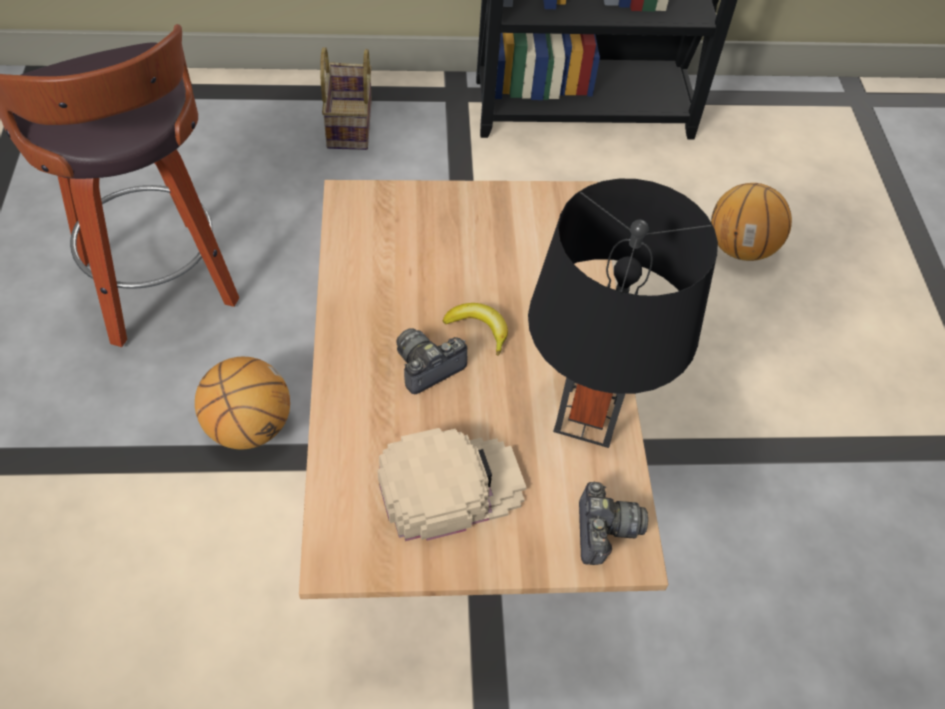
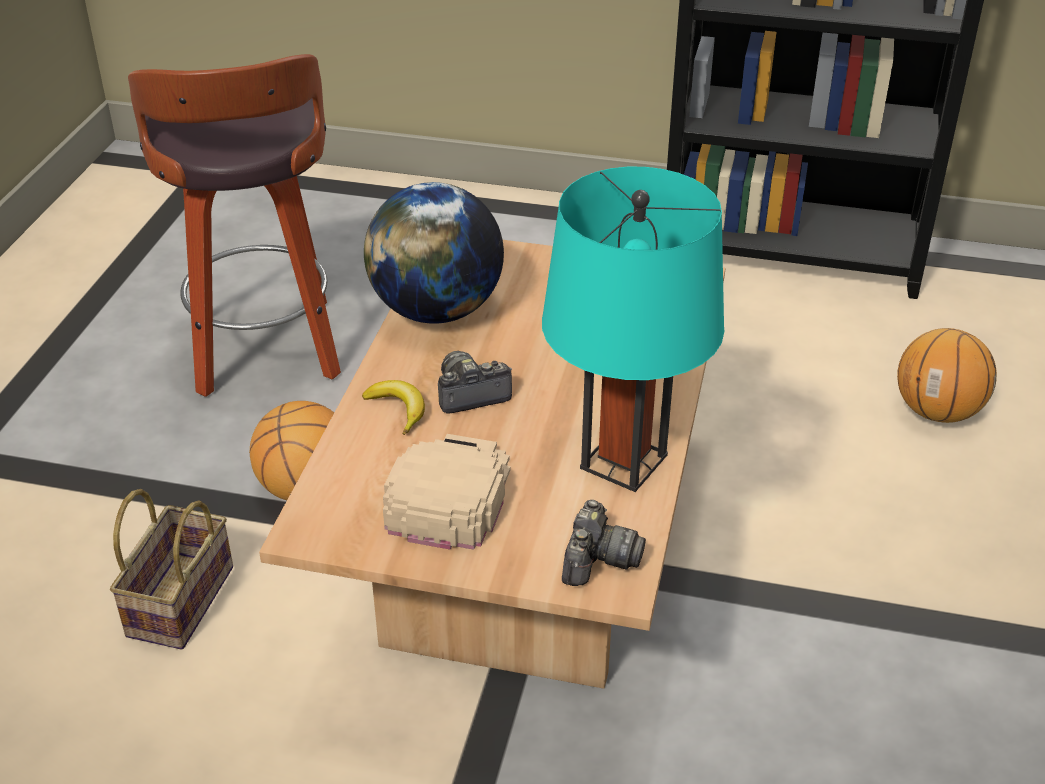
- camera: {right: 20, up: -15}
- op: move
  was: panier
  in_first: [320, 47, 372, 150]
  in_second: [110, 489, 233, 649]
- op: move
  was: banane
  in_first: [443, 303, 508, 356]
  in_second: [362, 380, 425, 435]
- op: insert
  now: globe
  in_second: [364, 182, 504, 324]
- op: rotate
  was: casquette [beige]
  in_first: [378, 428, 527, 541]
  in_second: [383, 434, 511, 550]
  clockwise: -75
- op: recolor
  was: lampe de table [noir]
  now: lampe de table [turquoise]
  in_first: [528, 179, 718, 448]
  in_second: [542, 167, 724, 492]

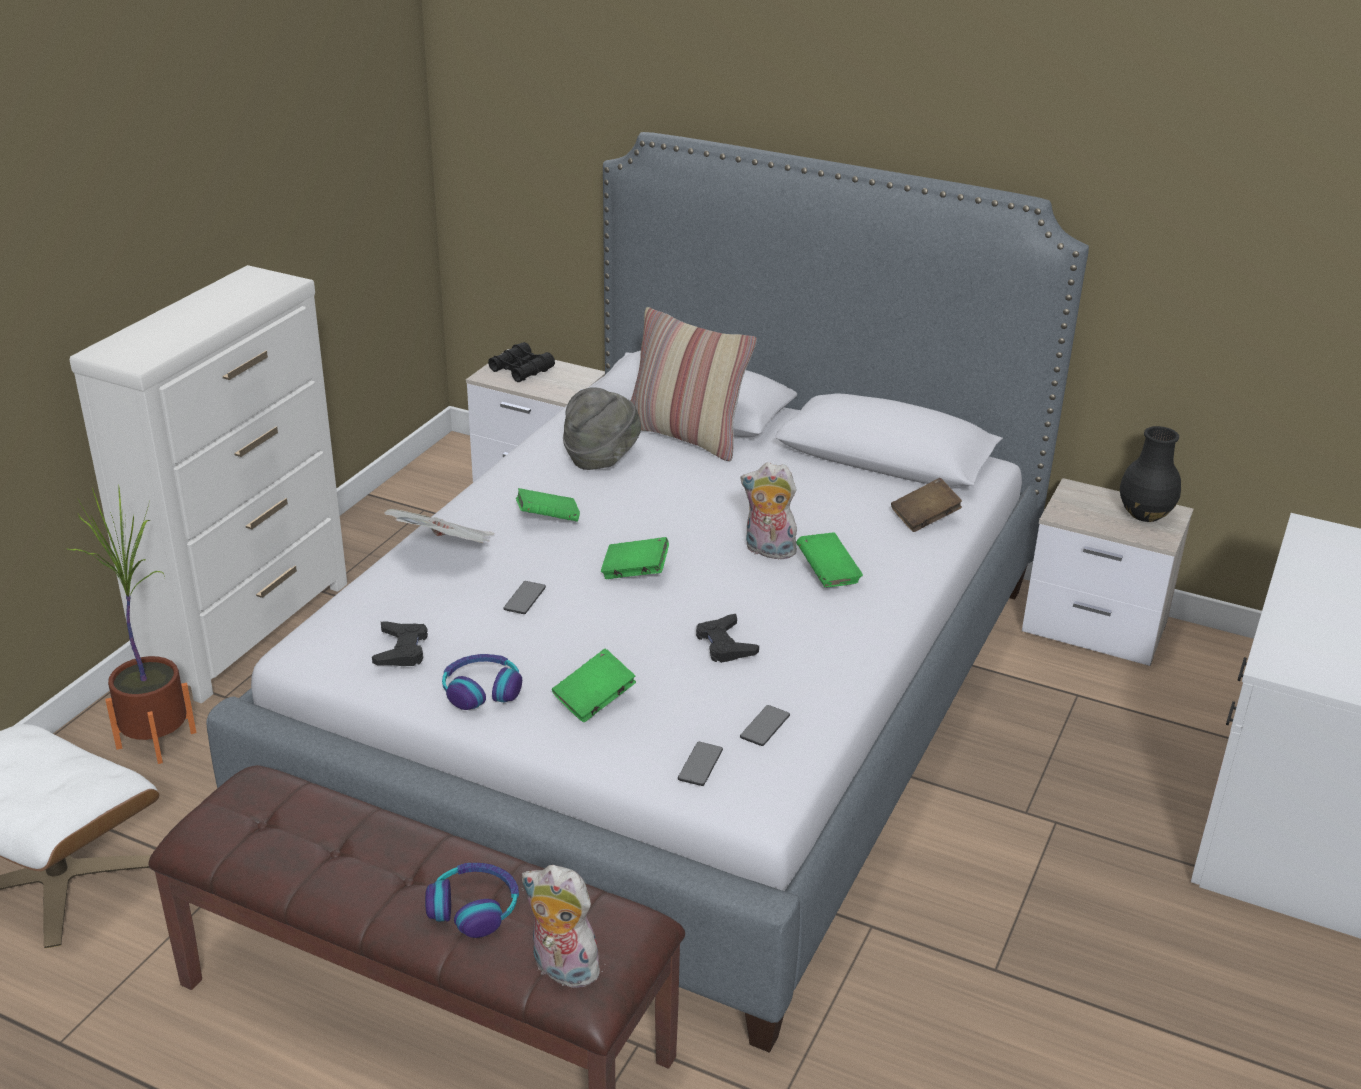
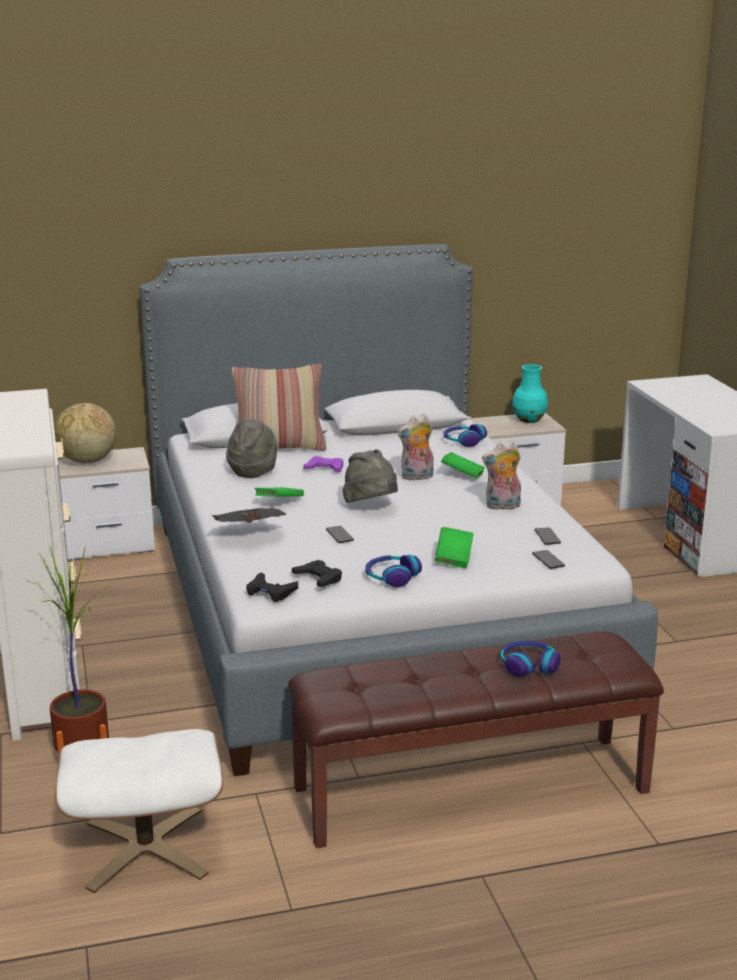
- camera: {right: -40, up: -10}
- op: replace
  was: jumelles [noir]
  now: globe
  in_first: [488, 342, 555, 382]
  in_second: [54, 403, 116, 463]
- op: move
  was: manette [noir]
  in_first: [696, 614, 759, 663]
  in_second: [246, 572, 298, 602]
- op: insert
  now: manette [violet]
  in_second: [303, 456, 343, 472]
- op: replace
  was: livre [vert]
  now: chapeau [gris]
  in_first: [601, 537, 669, 579]
  in_second: [343, 449, 398, 503]
- op: replace
  was: livre [marron]
  now: casque audio
  in_first: [891, 478, 962, 532]
  in_second: [443, 424, 487, 447]
- op: move
  was: peluche
  in_first: [522, 865, 608, 990]
  in_second: [482, 440, 521, 510]
- op: recolor
  was: vase [noir]
  now: vase [turquoise]
  in_first: [1120, 426, 1181, 522]
  in_second: [512, 364, 548, 423]

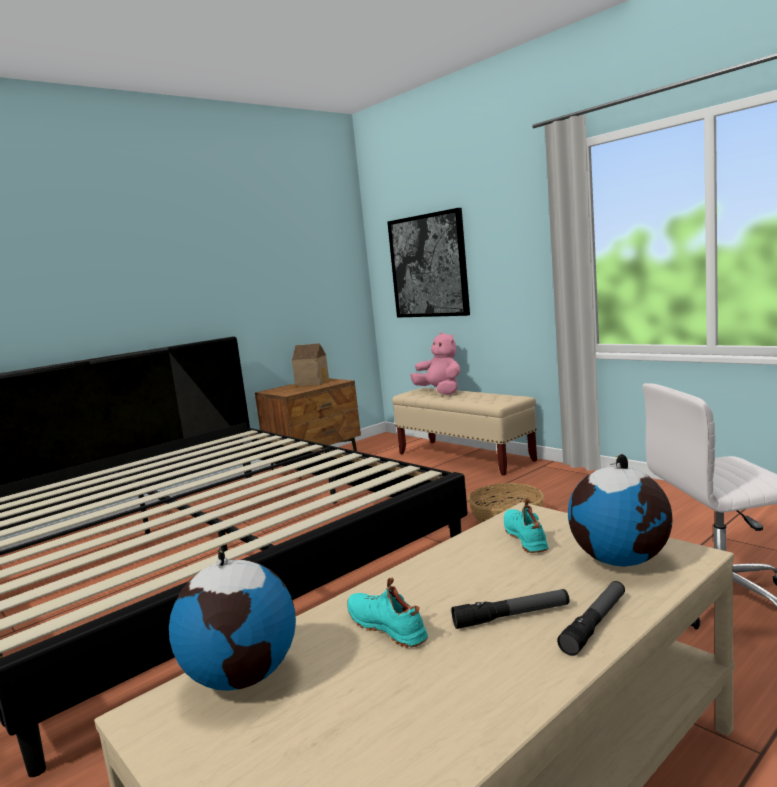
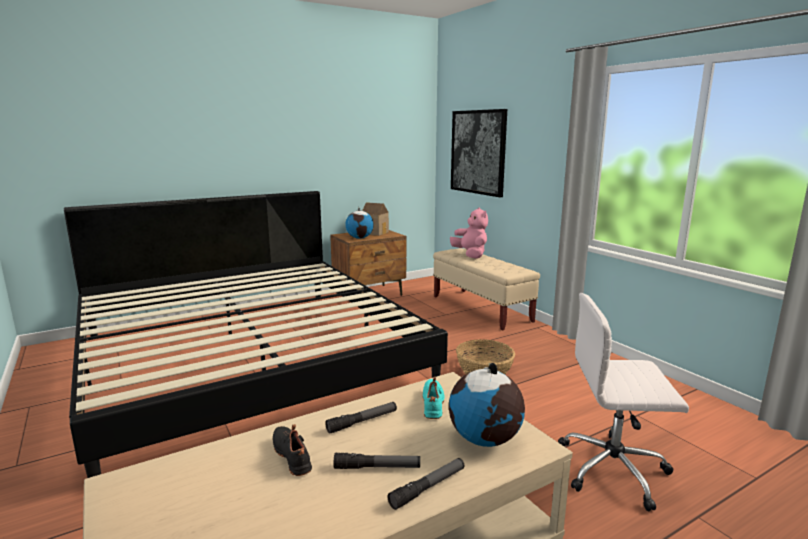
- camera: {right: 10, up: 5}
- op: recolor
  was: chaussure [turquoise]
  now: chaussure [noir]
  in_first: [347, 577, 428, 648]
  in_second: [273, 424, 312, 476]
- op: insert
  now: lampe de poche
  in_second: [325, 402, 397, 434]
- op: move
  was: globe
  in_first: [169, 547, 296, 691]
  in_second: [345, 207, 374, 239]

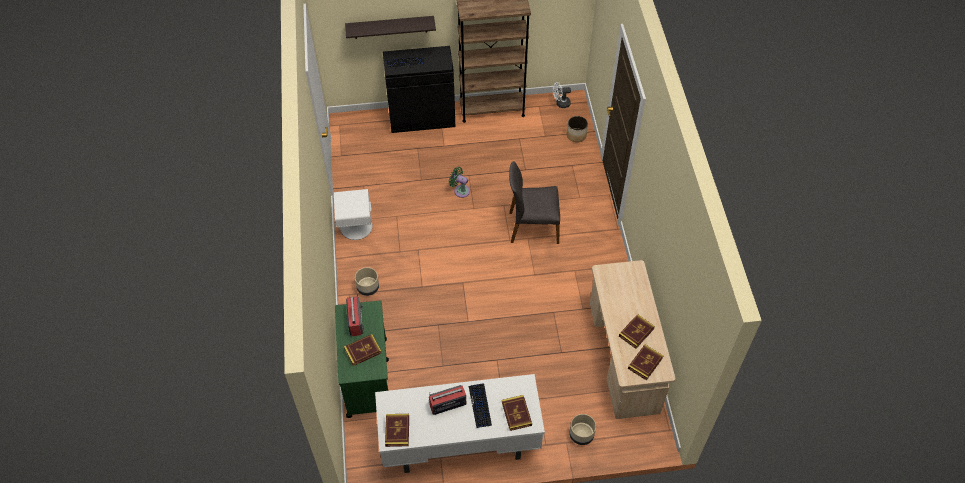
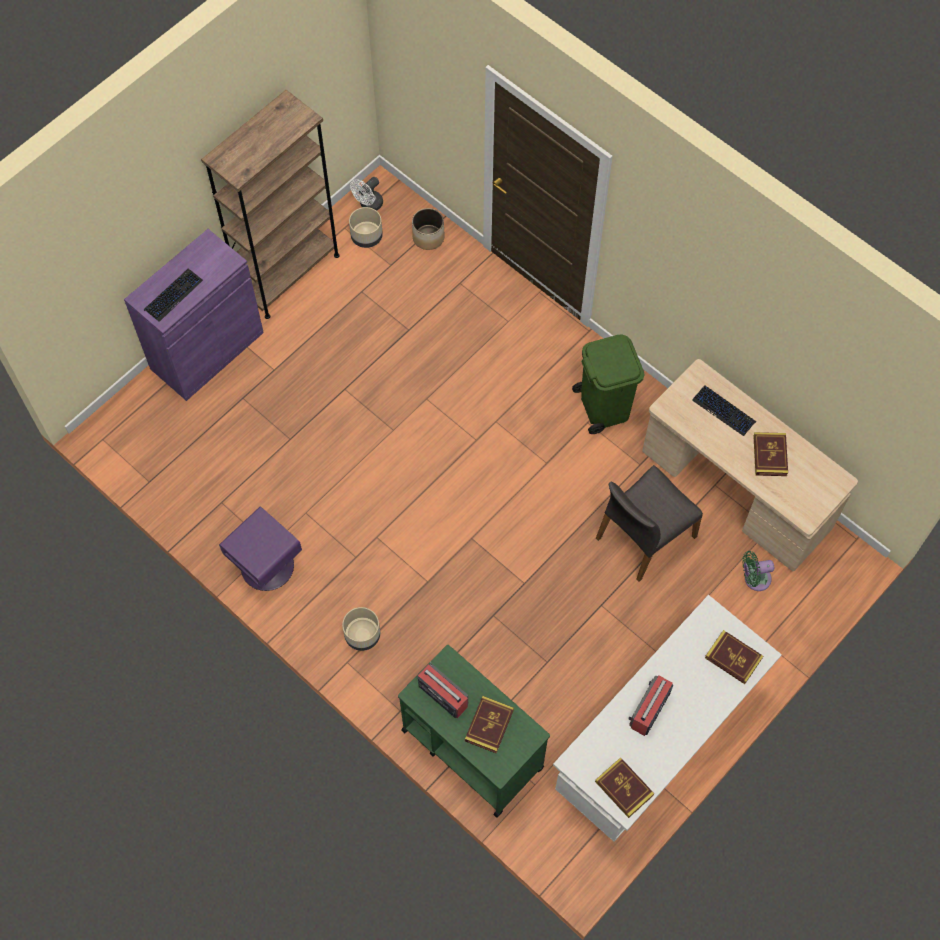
- camera: {right: -40, up: 10}
- op: recolor
  was: meuble de rangement [noir]
  now: meuble de rangement [violet]
  in_first: [383, 46, 455, 133]
  in_second: [124, 229, 264, 401]
- op: recolor
  was: table de chevet [blanc]
  now: table de chevet [violet]
  in_first: [334, 189, 373, 240]
  in_second: [219, 507, 302, 591]
- op: move
  was: cache-pot [beige]
  in_first: [569, 414, 596, 445]
  in_second: [349, 207, 383, 248]
- op: insert
  now: poubelle [vert]
  in_second: [572, 334, 644, 434]
- op: move
  was: chaise [gris]
  in_first: [509, 161, 560, 244]
  in_second: [596, 465, 703, 582]
- op: move
  was: clavier
  in_first: [469, 383, 492, 428]
  in_second: [692, 385, 756, 436]
- op: move
  was: ventilateur [vert]
  in_first: [449, 167, 470, 198]
  in_second: [742, 551, 774, 591]
- op: delete
  was: étagère
  in_first: [345, 16, 436, 39]
- op: delete
  was: livre
  in_first: [628, 344, 663, 380]

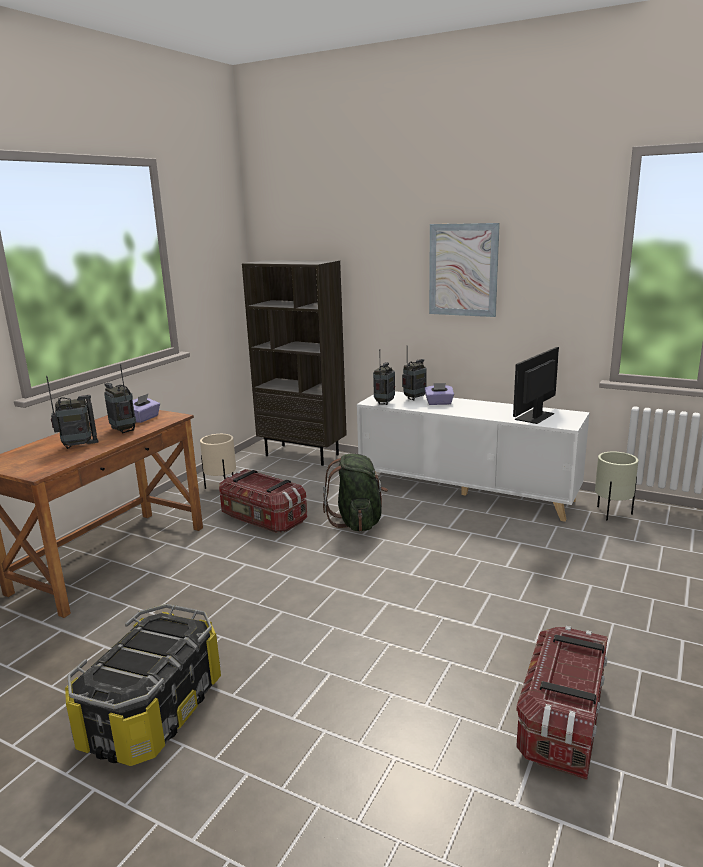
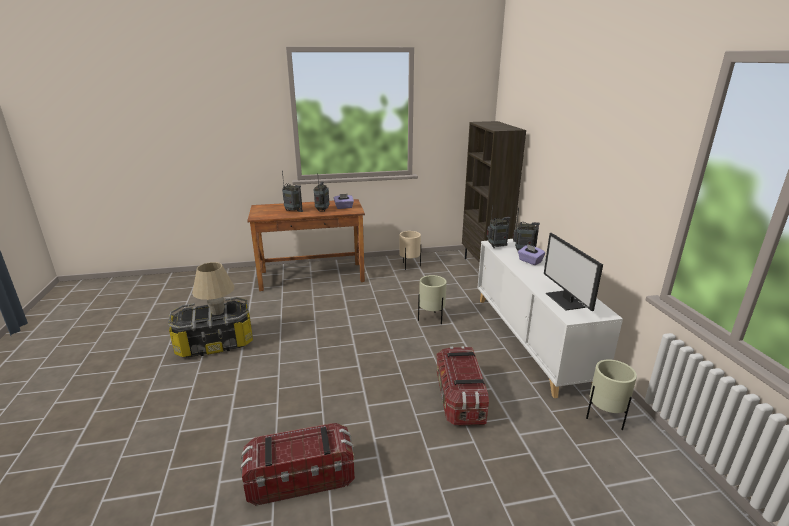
- camera: {right: 50, up: 5}
- op: insert
  now: lampe de table [beige]
  in_second: [192, 262, 235, 315]
- op: replace
  was: sac à dos [vert]
  now: cache-pot [beige]
  in_first: [323, 454, 388, 532]
  in_second: [418, 275, 447, 324]
- op: move
  was: boîte de rangement
  in_first: [219, 469, 307, 533]
  in_second: [436, 346, 489, 426]
- op: rotate
  was: écran d'ordinateur
  in_first: [513, 347, 559, 424]
  in_second: [544, 233, 603, 311]
  clockwise: -105
- op: delete
  was: tableau
  in_first: [429, 223, 500, 317]

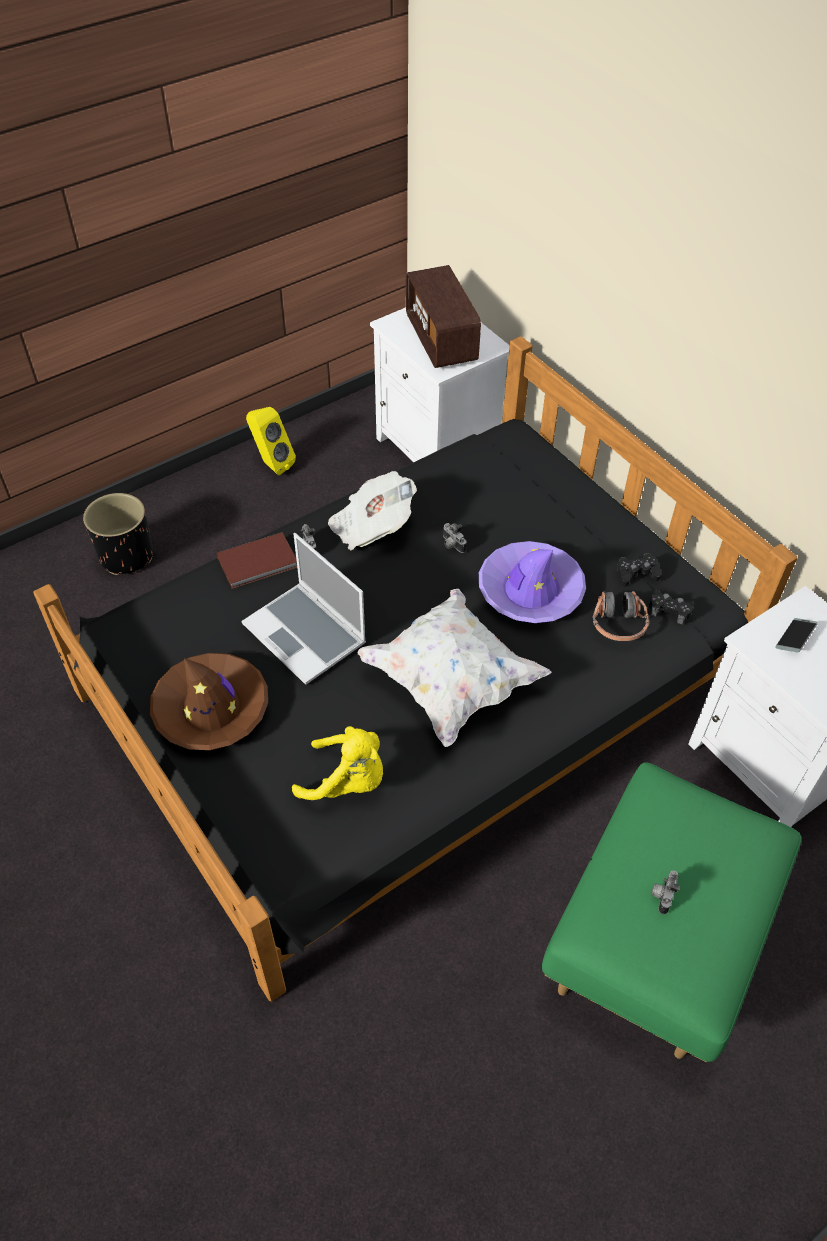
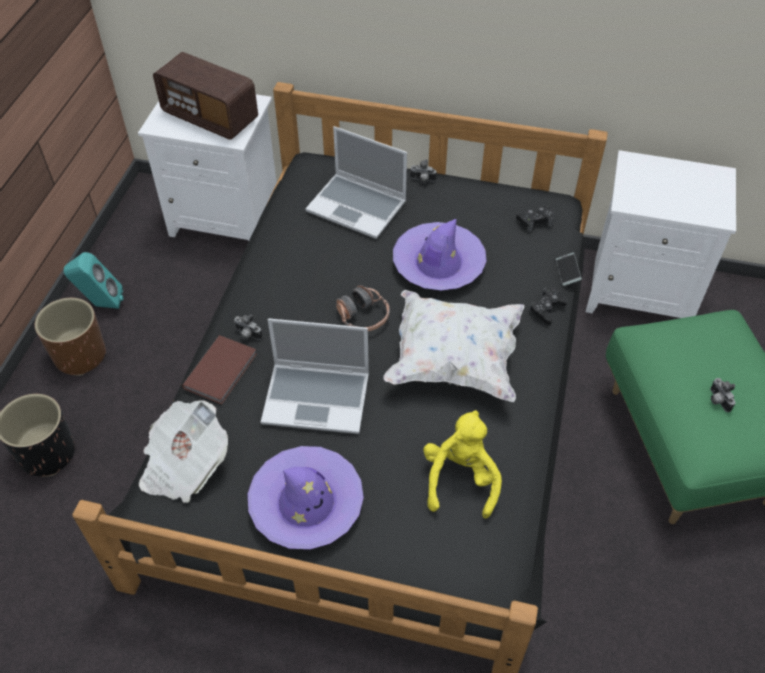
- camera: {right: -40, up: 0}
- op: insert
  now: cache-pot [marron]
  in_second: [35, 298, 106, 376]
- op: recolor
  was: enceinte [jaune]
  now: enceinte [turquoise]
  in_first: [246, 407, 296, 475]
  in_second: [64, 252, 123, 309]
- op: move
  was: journal
  in_first: [328, 471, 417, 551]
  in_second: [139, 400, 228, 503]
- op: recolor
  was: chapeau [marron]
  now: chapeau [violet]
  in_first: [150, 653, 268, 750]
  in_second: [248, 446, 364, 549]
- op: insert
  now: ordinateur portable
  in_second: [305, 126, 407, 239]
- op: move
  was: casque audio
  in_first: [592, 591, 650, 641]
  in_second: [336, 285, 389, 331]
- op: move
  was: appareil photo
  in_first: [443, 523, 467, 553]
  in_second: [410, 159, 437, 183]
- op: rotate
  was: peluche [jaune]
  in_first: [292, 726, 383, 800]
  in_second: [423, 410, 502, 519]
  clockwise: -60
- op: move
  was: manette [noir]
  in_first: [617, 553, 661, 587]
  in_second: [529, 287, 567, 325]
- op: move
  was: téléphone
  in_first: [776, 618, 818, 653]
  in_second: [556, 252, 582, 286]

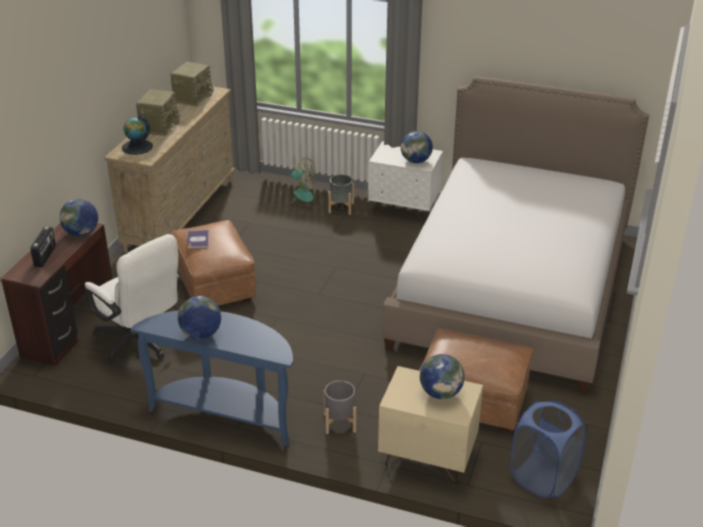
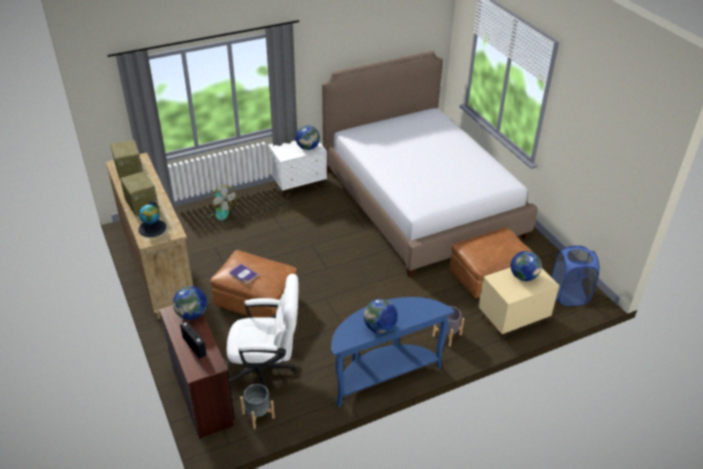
- camera: {right: -45, up: 5}
- op: rotate
  was: ventilateur
  in_first: [281, 157, 316, 204]
  in_second: [203, 185, 236, 220]
  clockwise: 75
- op: move
  was: cache-pot [gris]
  in_first: [328, 174, 354, 215]
  in_second: [240, 384, 275, 429]

